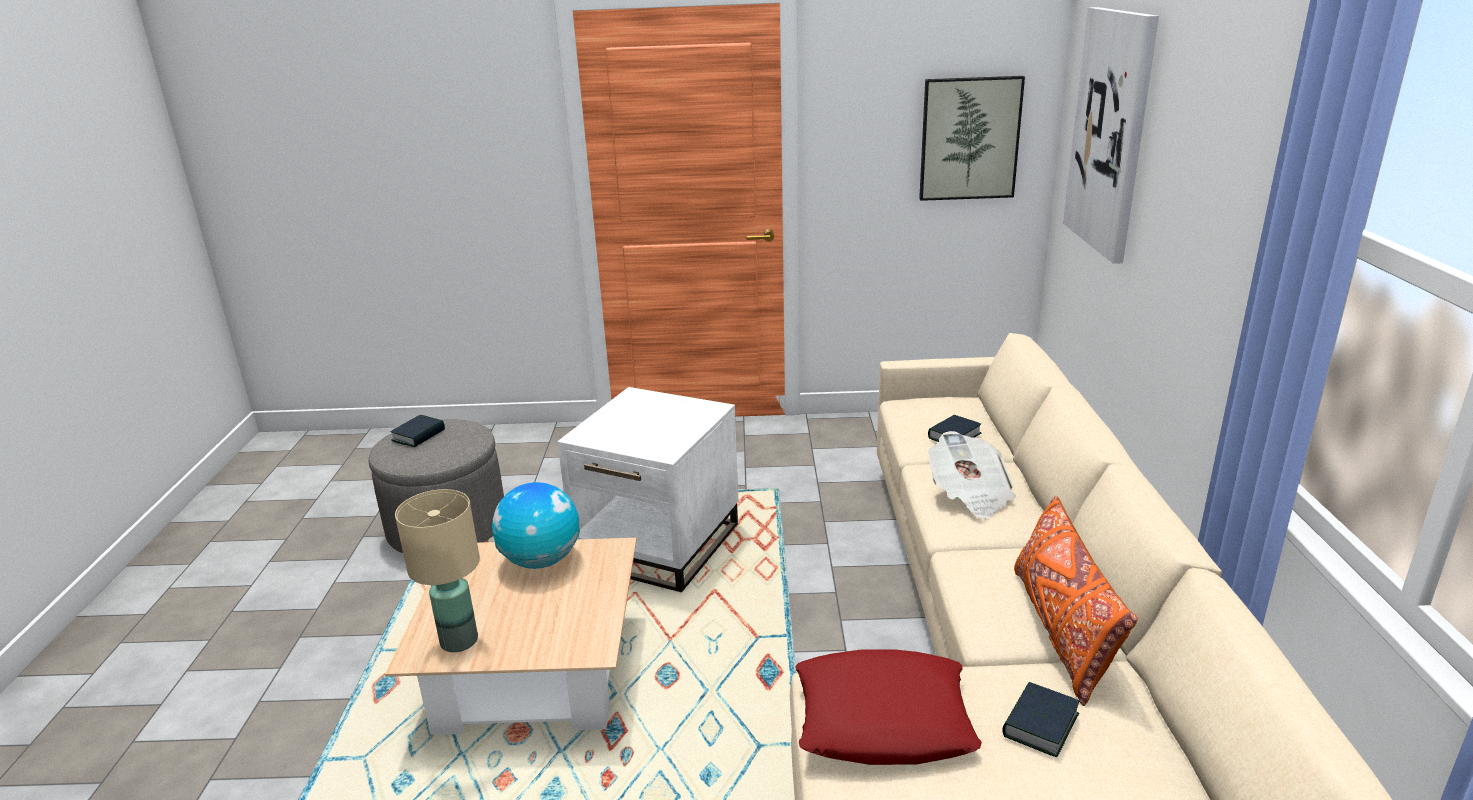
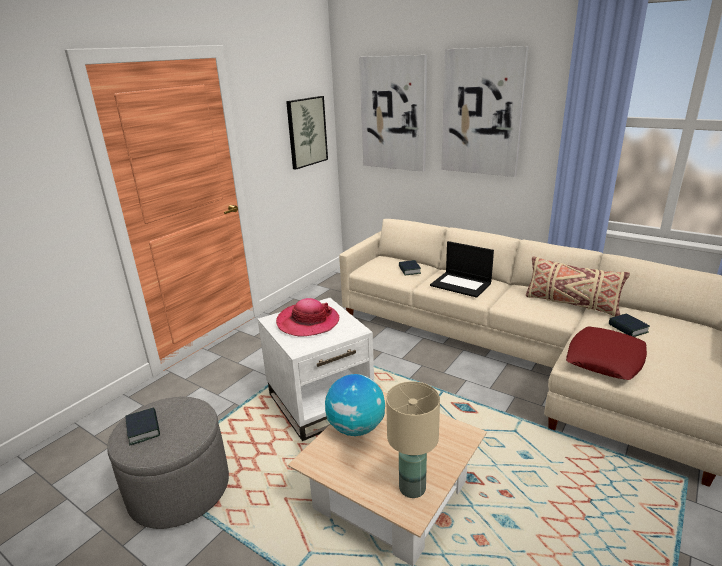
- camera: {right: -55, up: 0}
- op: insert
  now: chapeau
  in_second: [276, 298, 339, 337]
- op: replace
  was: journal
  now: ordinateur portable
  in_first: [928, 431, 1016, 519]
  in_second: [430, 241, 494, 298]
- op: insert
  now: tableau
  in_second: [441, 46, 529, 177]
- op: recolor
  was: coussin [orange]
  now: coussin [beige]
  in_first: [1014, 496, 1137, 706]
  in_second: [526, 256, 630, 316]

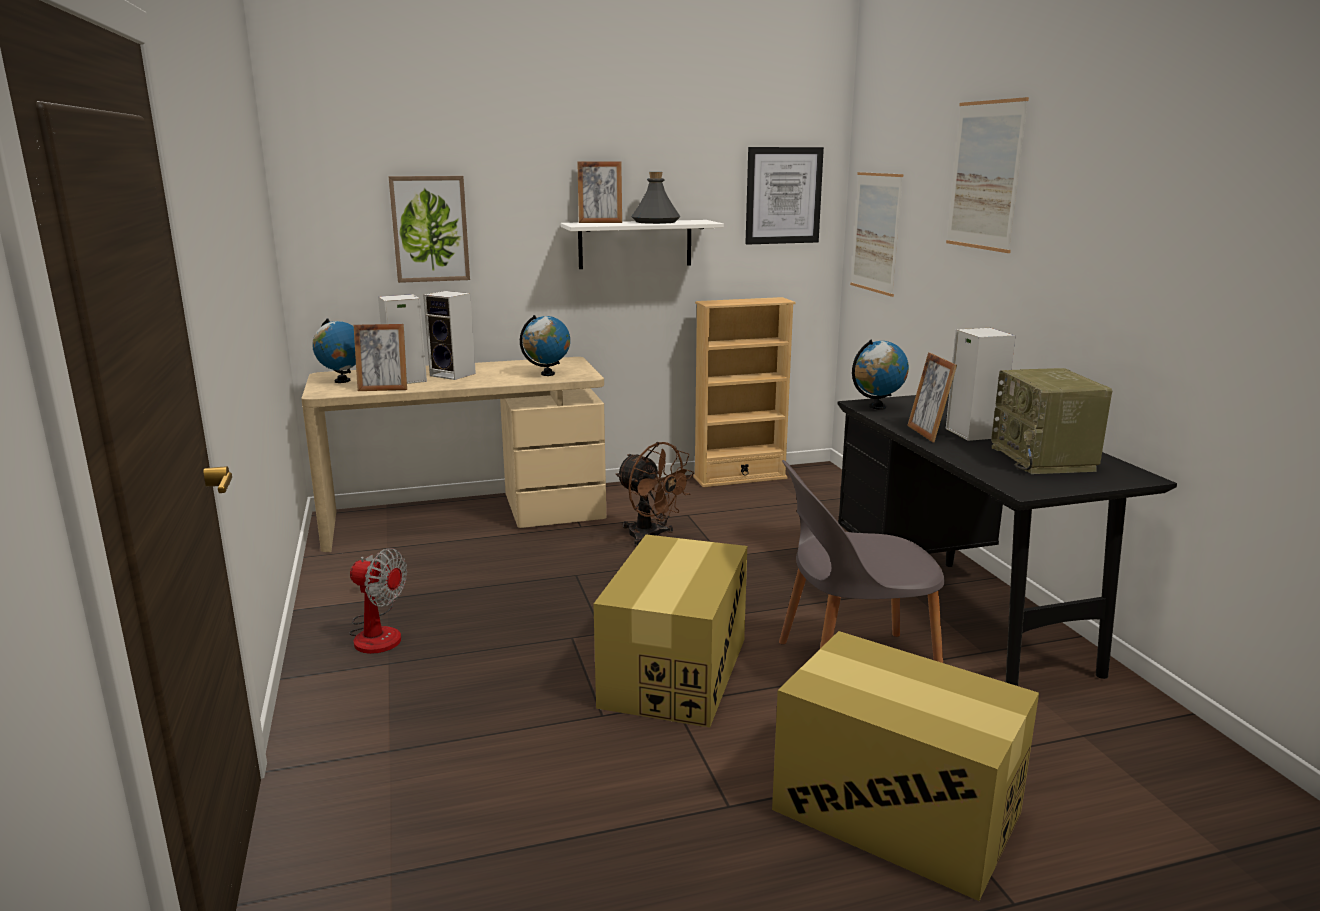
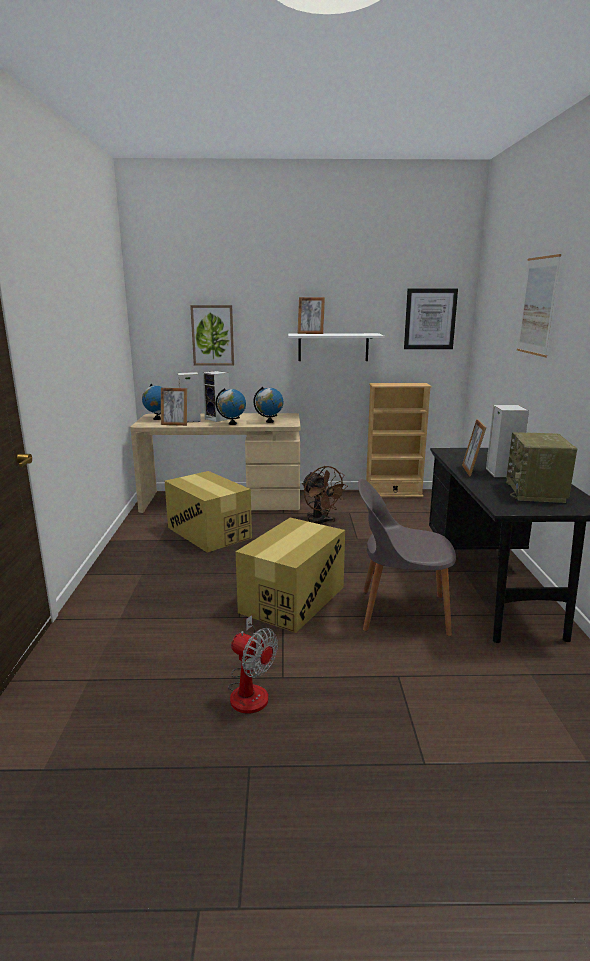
- camera: {right: 15, up: 0}
- op: move
  was: carton
  in_first: [772, 631, 1039, 901]
  in_second: [165, 471, 252, 553]
- op: move
  was: globe
  in_first: [852, 340, 909, 410]
  in_second: [215, 388, 246, 425]
- op: move
  was: ventilateur
  in_first: [349, 548, 407, 654]
  in_second: [228, 615, 278, 714]
- op: delete
  was: bouteille [gris]
  in_first: [631, 172, 680, 224]
- op: delete
  was: tableau
  in_first: [850, 172, 903, 297]

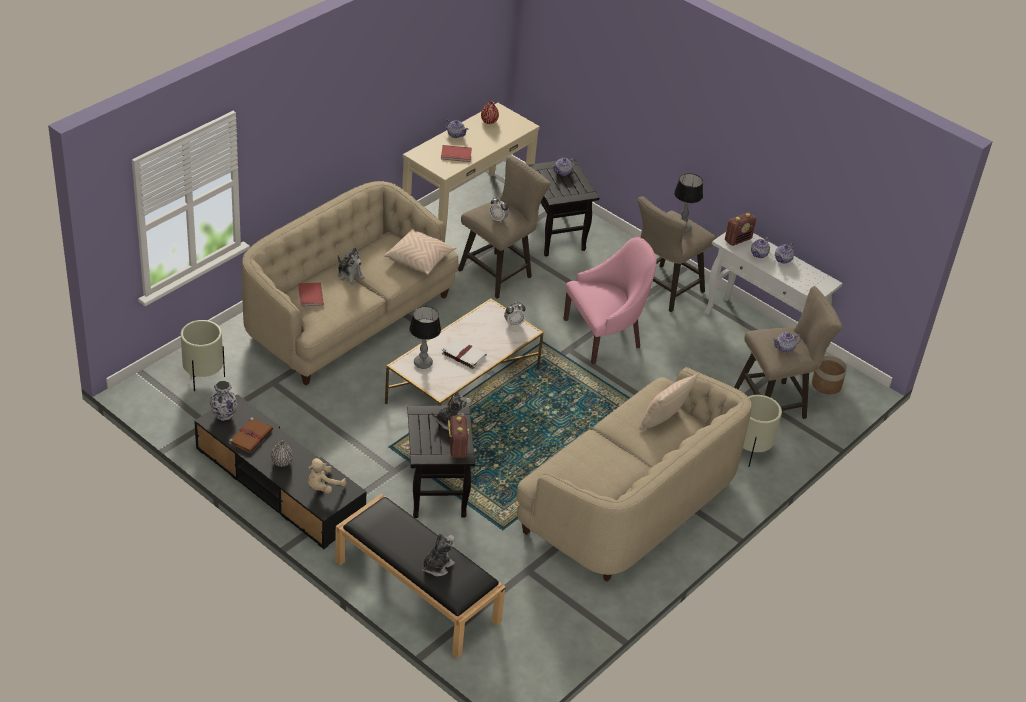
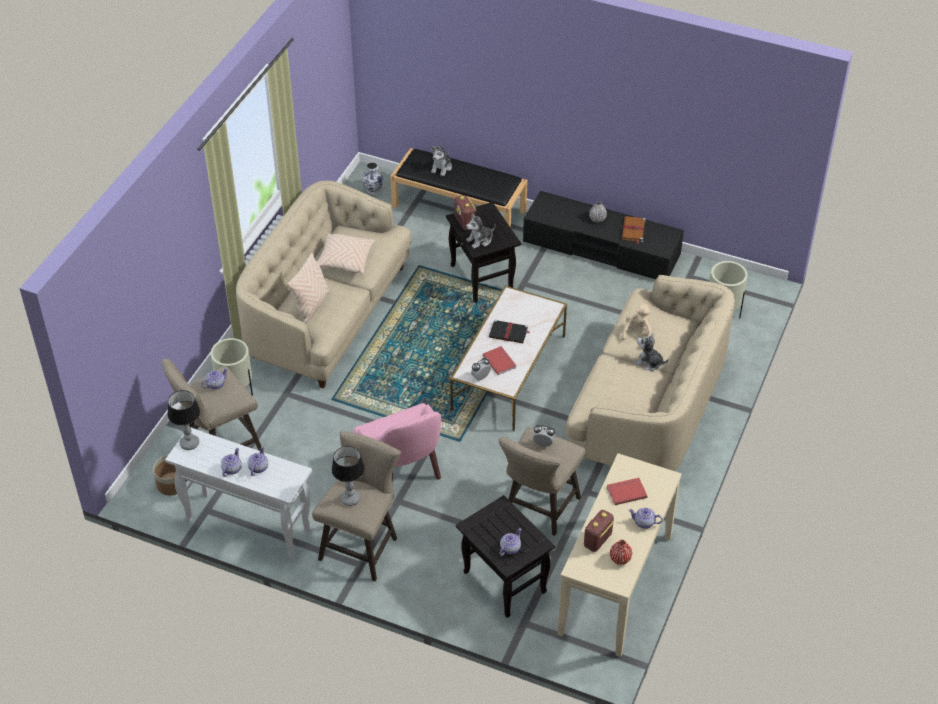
- camera: {right: 165, up: 5}
- op: move
  was: lampe de table
  in_first: [409, 306, 441, 369]
  in_second: [167, 390, 200, 450]
- op: move
  was: coussin [beige]
  in_first: [384, 229, 456, 275]
  in_second: [317, 233, 374, 274]
- op: rotate
  was: fauteuil [rose]
  in_first: [564, 237, 657, 365]
  in_second: [353, 403, 441, 481]
  clockwise: -75
- op: move
  was: vase
  in_first: [210, 380, 238, 421]
  in_second: [362, 162, 384, 194]
- op: move
  was: livre [rouge]
  in_first: [298, 282, 324, 307]
  in_second: [482, 346, 517, 375]
- op: recolor
  was: livre [blanc]
  now: livre [noir]
  in_first: [442, 339, 487, 369]
  in_second: [489, 320, 529, 343]
- op: move
  was: radio
  in_first: [725, 212, 756, 246]
  in_second: [584, 510, 614, 552]
- op: move
  was: peluche [beige]
  in_first: [308, 458, 346, 494]
  in_second: [621, 304, 652, 348]

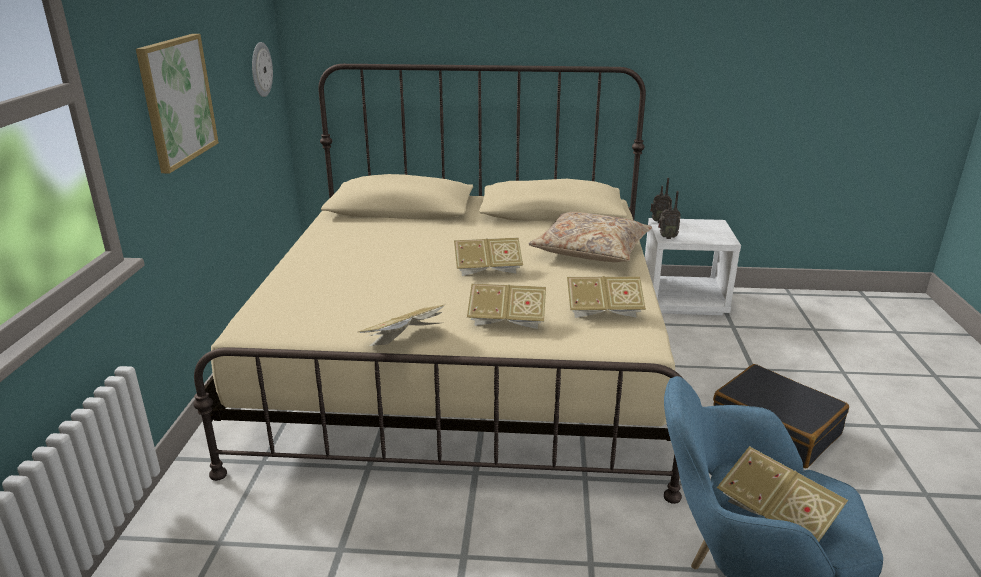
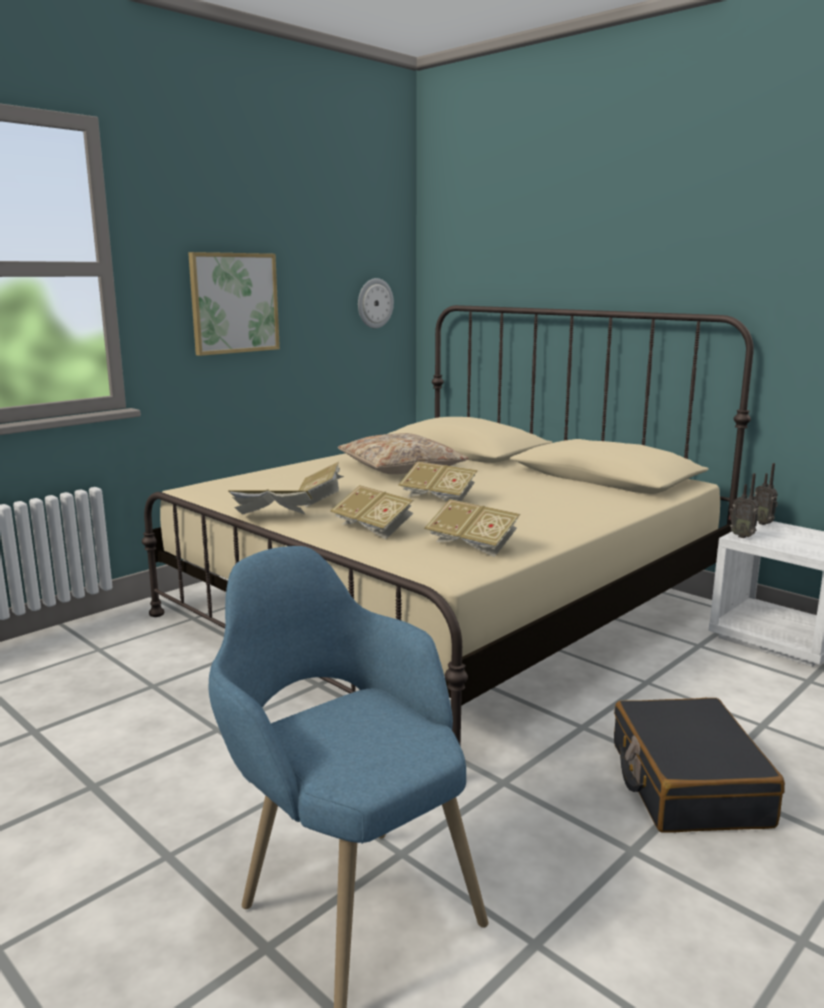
- camera: {right: 40, up: -10}
- op: move
  was: livre
  in_first: [717, 446, 848, 542]
  in_second: [299, 461, 344, 508]
- op: move
  was: coussin [beige]
  in_first: [528, 212, 652, 262]
  in_second: [338, 433, 469, 474]

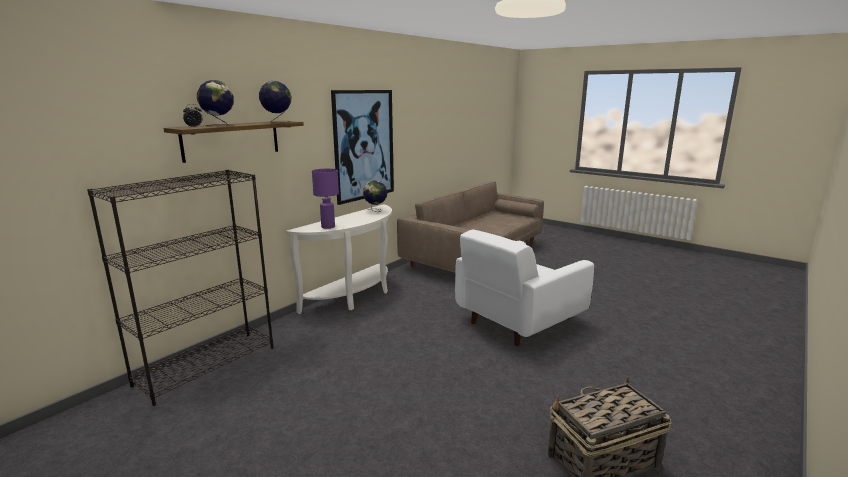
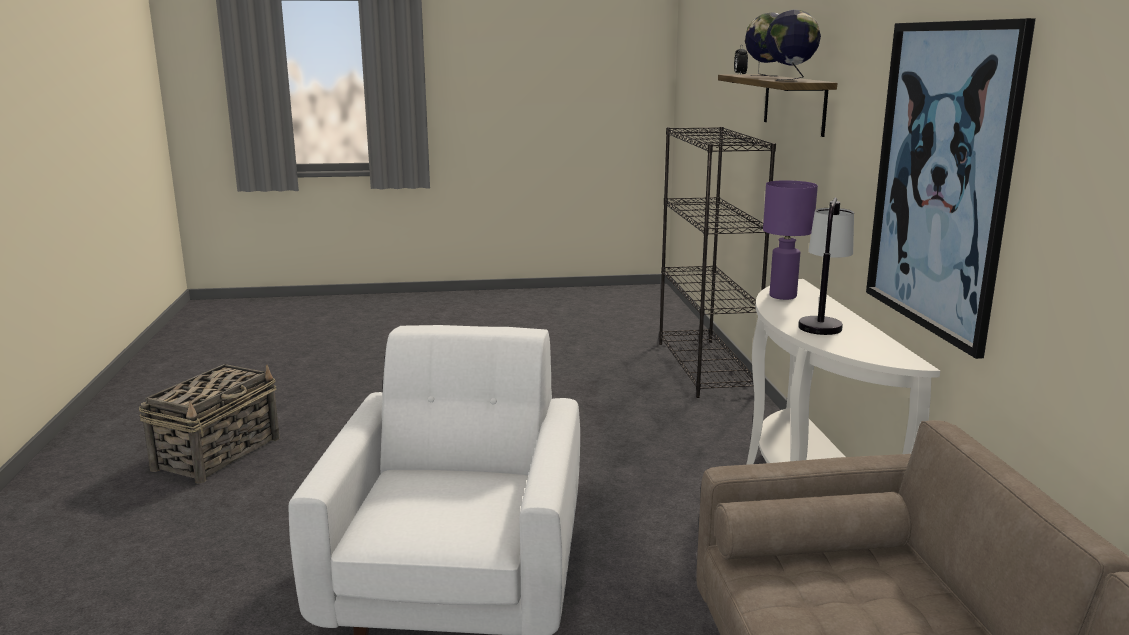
- camera: {right: 135, up: 0}
- op: insert
  now: lampe de table
  in_second: [798, 198, 854, 335]
- op: delete
  was: globe
  in_first: [363, 181, 387, 212]

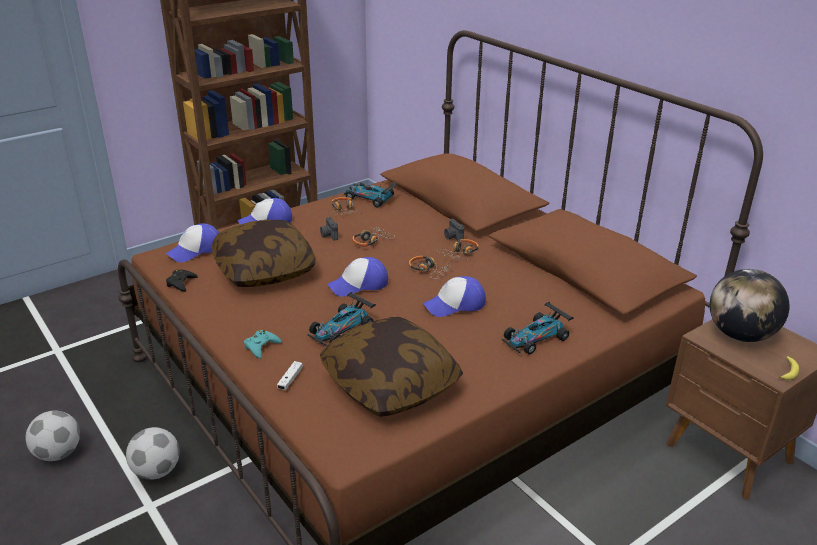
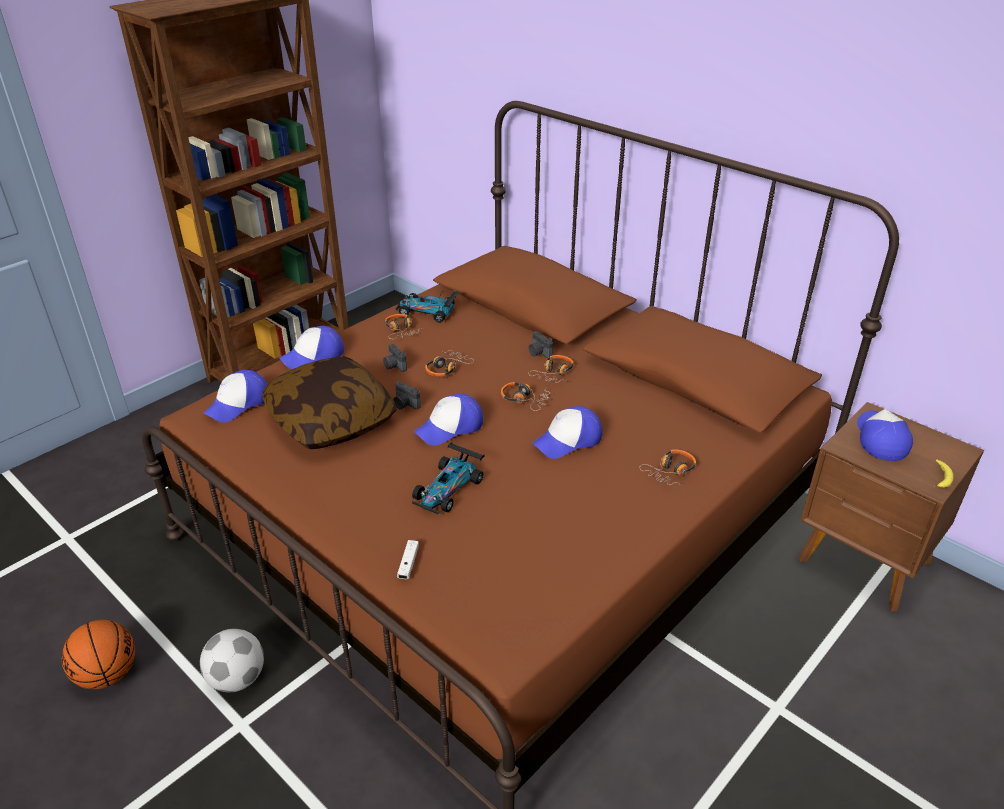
- camera: {right: -10, up: 5}
- op: replace
  was: ballon de foot
  now: ballon de basket
  in_first: [25, 411, 80, 461]
  in_second: [61, 620, 135, 689]
- op: insert
  now: appareil photo
  in_second: [393, 381, 421, 410]
- op: replace
  was: petite voiture
  now: casque audio
  in_first: [502, 302, 574, 355]
  in_second: [639, 449, 696, 486]
- op: replace
  was: globe
  now: casquette
  in_first: [710, 269, 790, 342]
  in_second: [857, 409, 913, 461]
- op: delete
  was: manette [noir]
  in_first: [166, 269, 198, 292]
- op: delete
  was: manette [turquoise]
  in_first: [244, 330, 282, 359]
- op: delete
  was: coussin
  in_first: [320, 317, 463, 417]

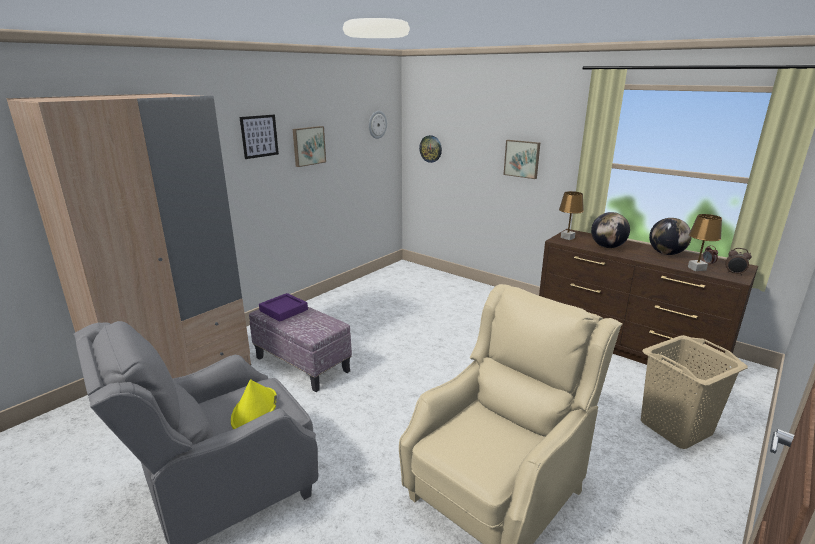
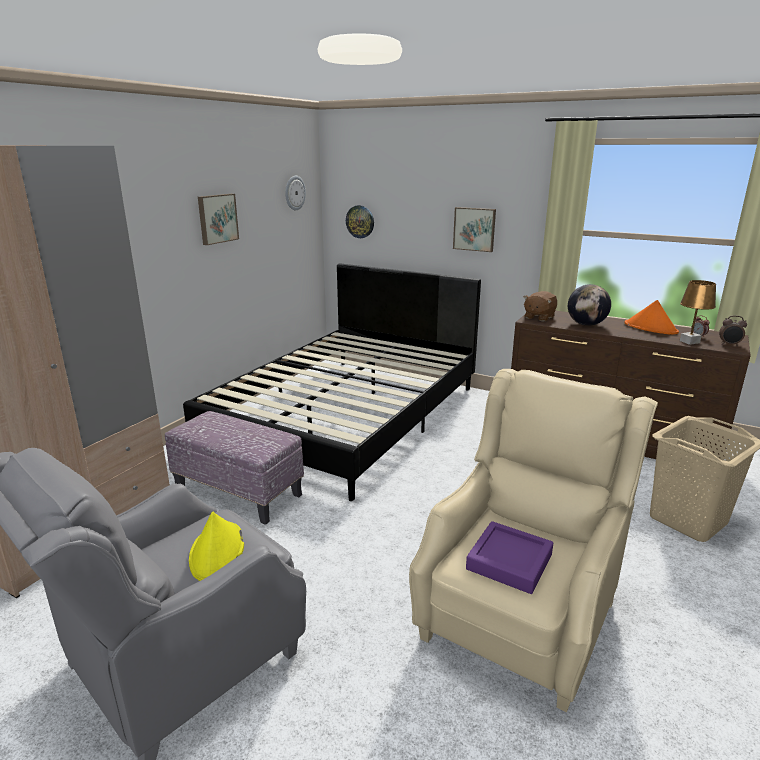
- camera: {right: -10, up: 0}
- op: insert
  now: lit [noir]
  in_second: [183, 264, 481, 501]
- op: move
  was: plateau [violet]
  in_first: [259, 293, 308, 322]
  in_second: [466, 521, 553, 594]
- op: replace
  was: lampe de table [marron]
  now: peluche [marron]
  in_first: [559, 191, 584, 240]
  in_second: [524, 291, 557, 321]
- op: replace
  was: globe
  now: chapeau [orange]
  in_first: [649, 218, 692, 255]
  in_second: [624, 300, 679, 334]
- op: delete
  was: tableau
  in_first: [240, 115, 279, 159]

